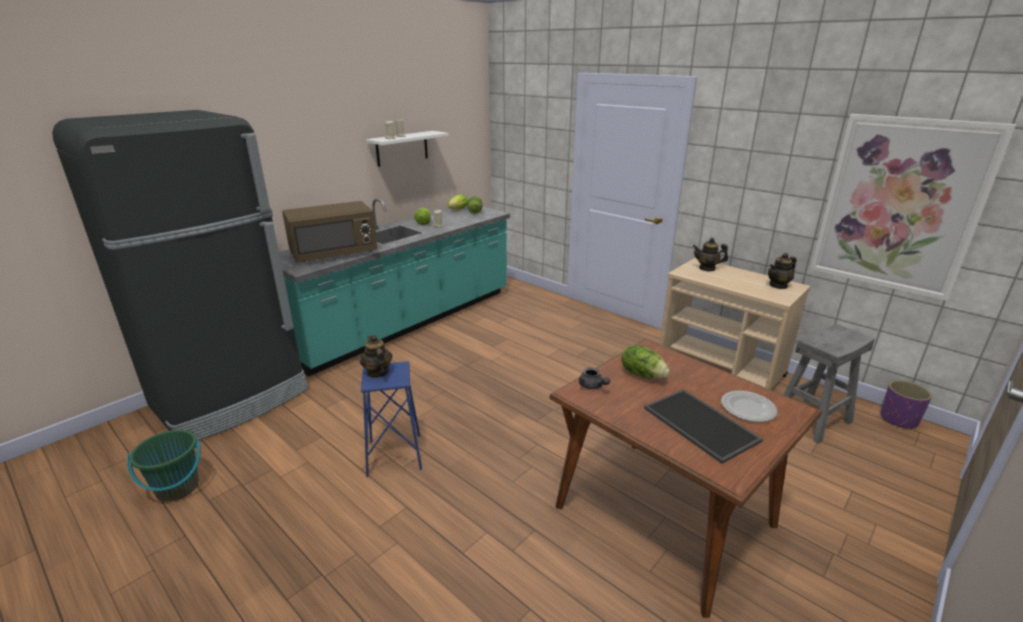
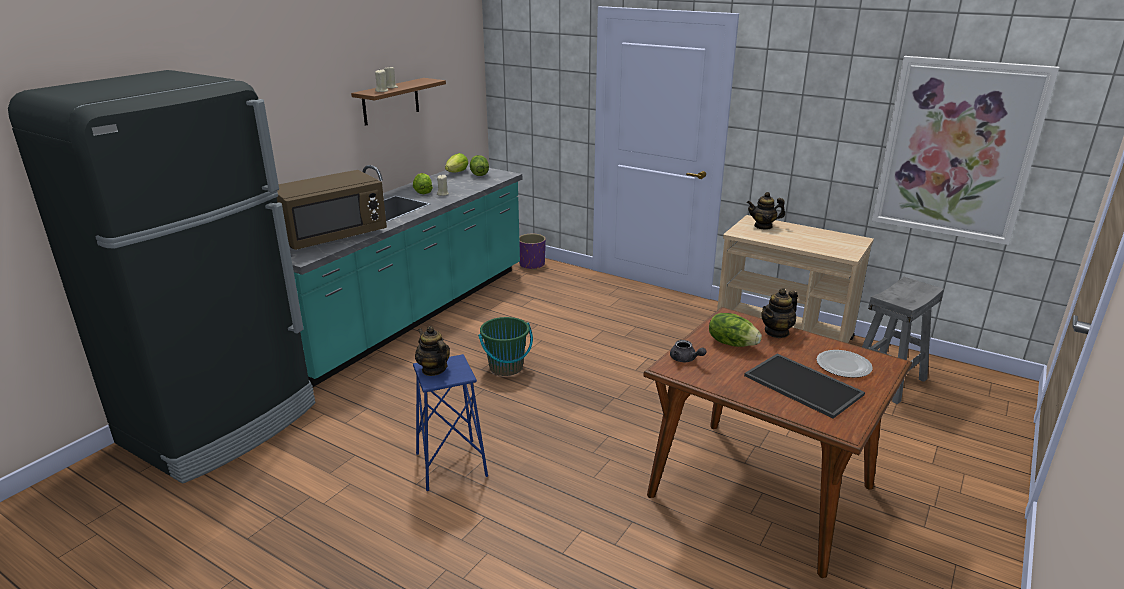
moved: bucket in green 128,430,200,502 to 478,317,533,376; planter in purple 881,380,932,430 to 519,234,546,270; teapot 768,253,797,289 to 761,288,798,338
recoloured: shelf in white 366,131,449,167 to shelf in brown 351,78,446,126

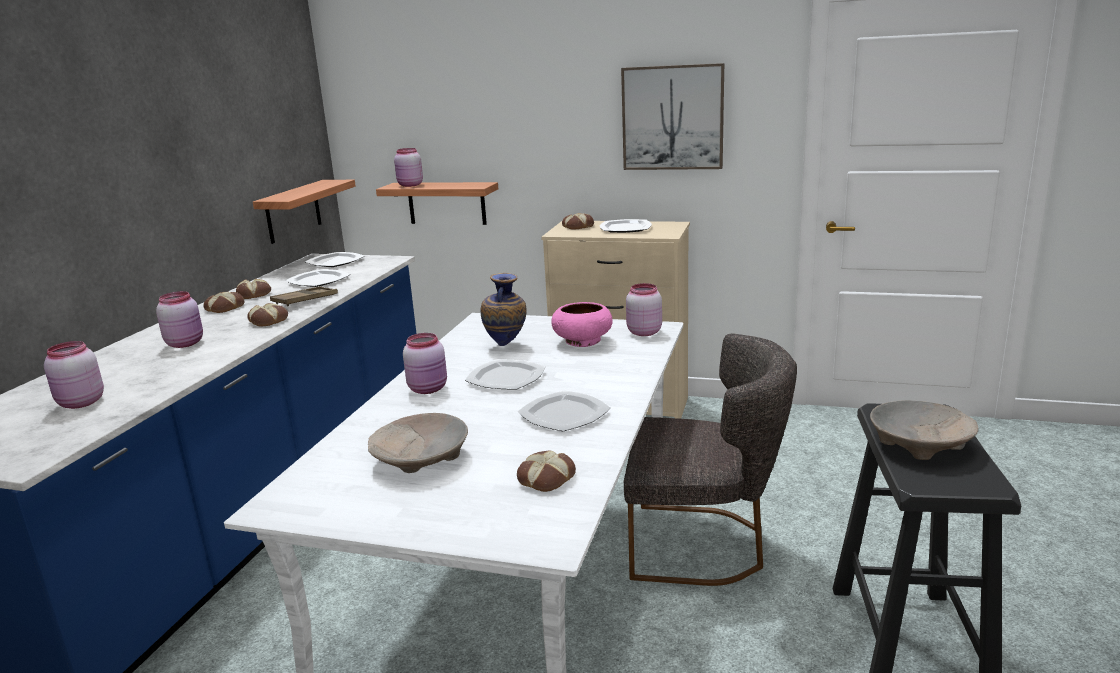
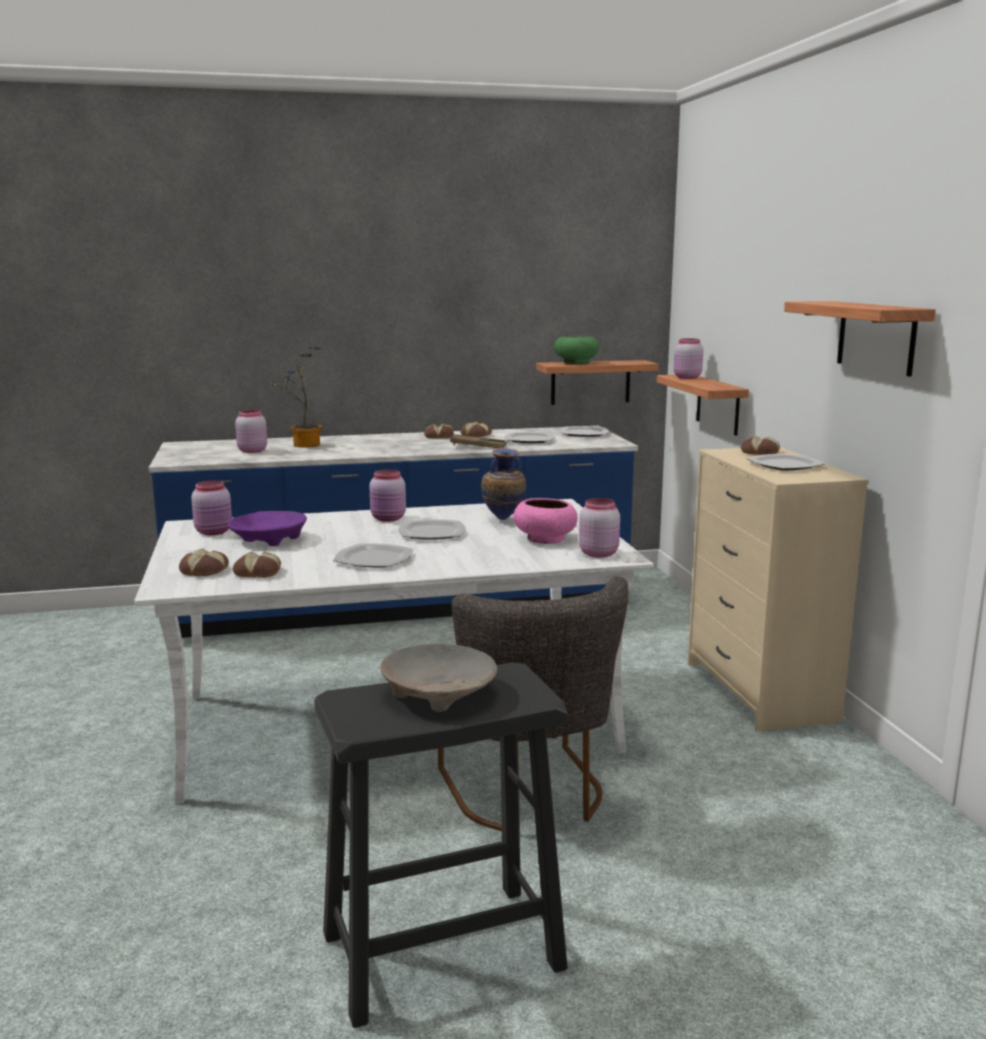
added: potted plant 269,347,322,448; bowl in green 554,337,599,365
moved: bread 247,303,288,326 to 179,548,229,576; jar in pink 156,291,203,348 to 191,481,232,535
replaced: picture 621,63,724,170 to shelf 784,301,936,377
recoloured: bowl in beige 368,413,468,473 to bowl in purple 228,511,307,546

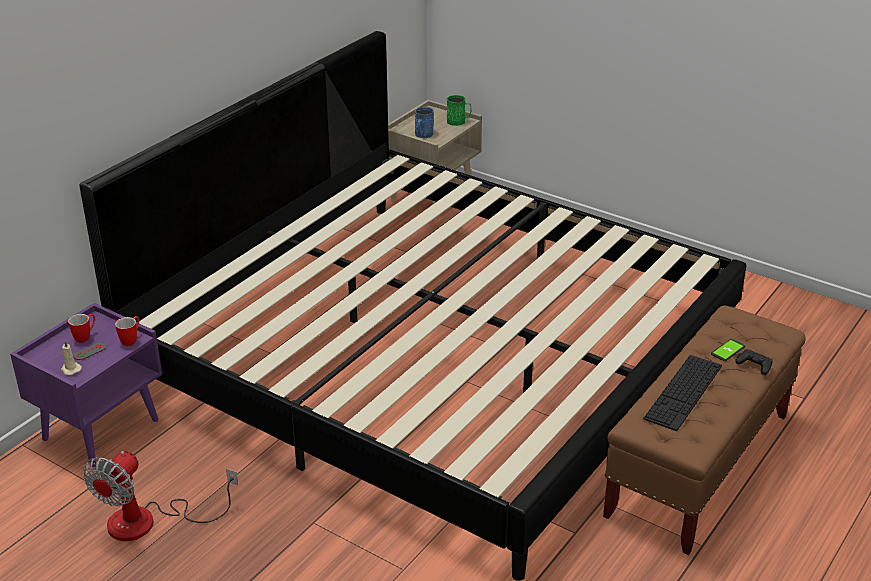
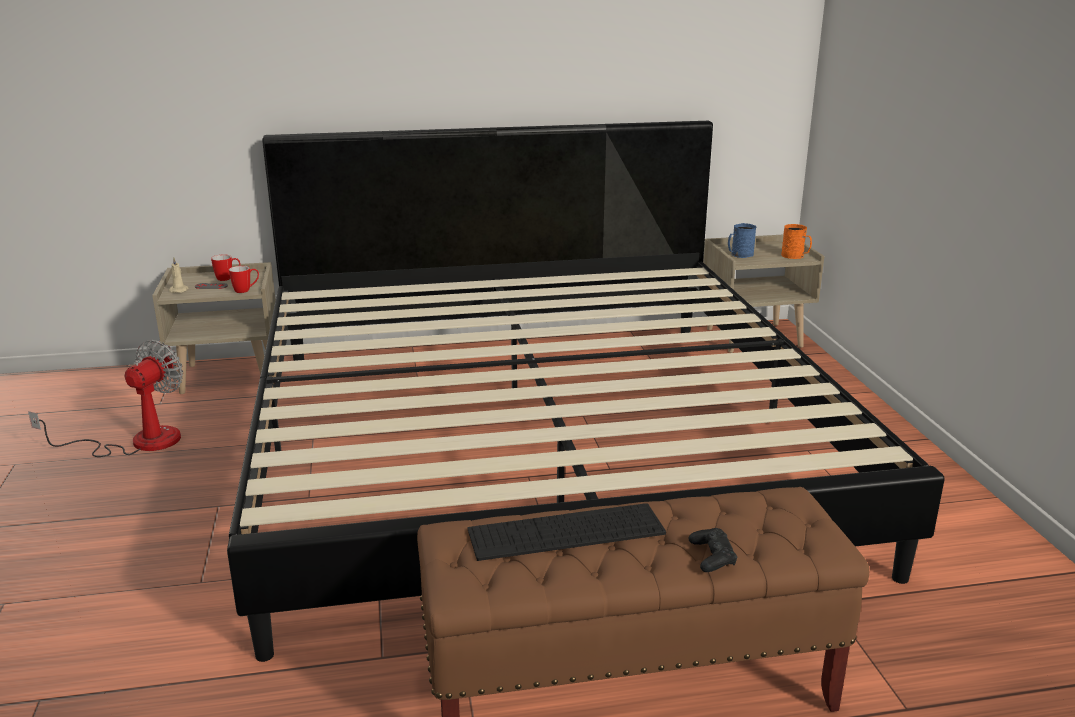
removed: phone 711,339,745,361
recoloured: nightstand in purple 10,303,162,467 to nightstand in beige 152,262,276,394; mug in green 446,95,471,126 to mug in orange 781,224,812,259
turned: fan 83,451,238,541 = 28,340,183,457 135 degrees clockwise

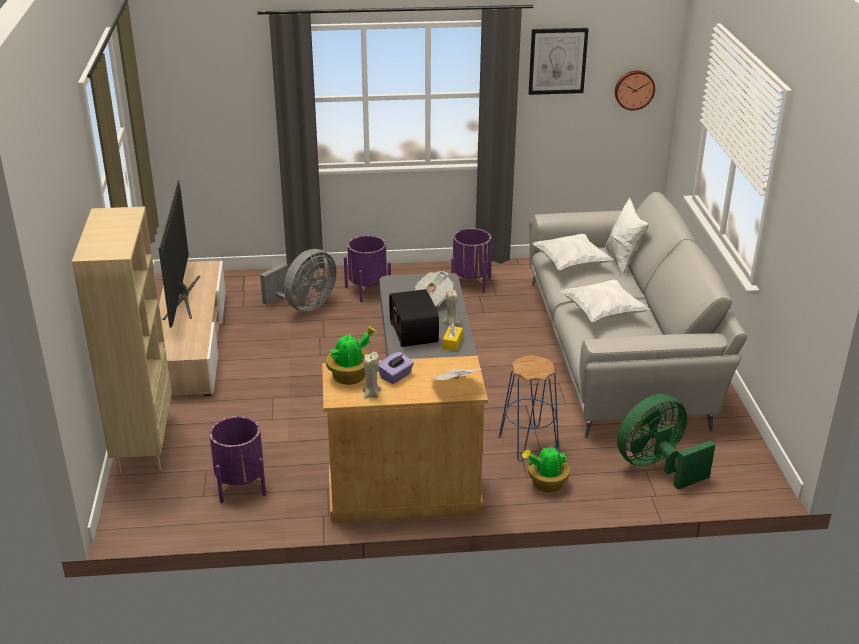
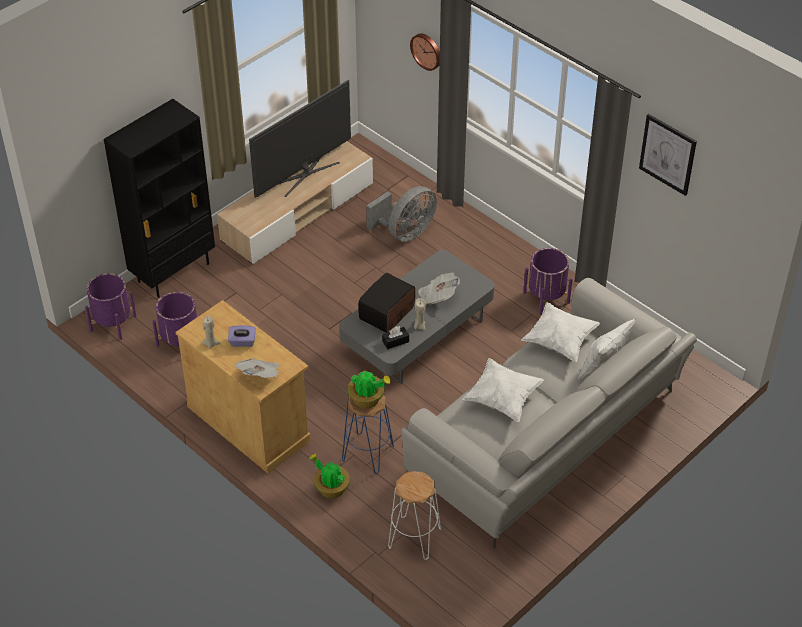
moved: planter in purple 344,235,391,302 to 85,273,136,340; potted plant 326,326,376,385 to 348,371,391,408; wall clock 615,70,655,111 to 410,33,440,71
replaced: fan in green 617,394,715,490 to stool in white 388,471,441,560
recoloured: bookcase in beige 72,207,172,473 to bookcase in black 104,99,215,298; tissue box in yellow 442,323,463,351 to tissue box in black 382,326,409,349
turned: fan in grey 260,249,337,312 = 366,186,437,242 45 degrees counterclockwise

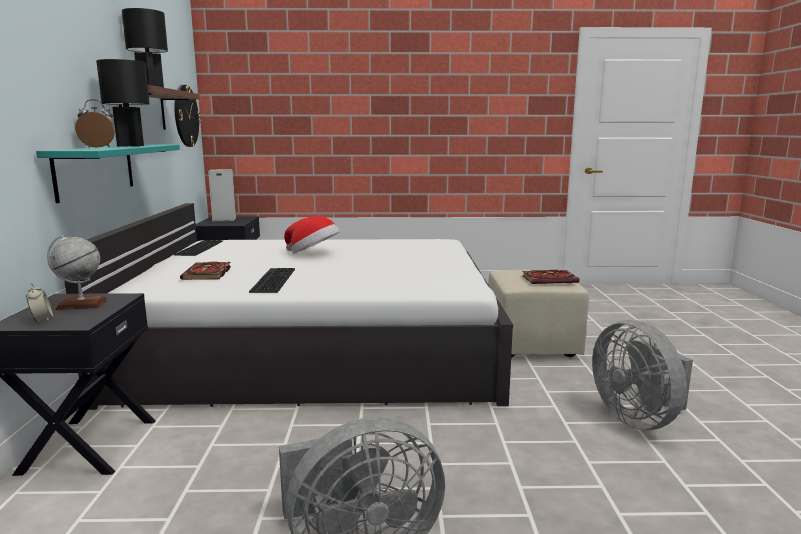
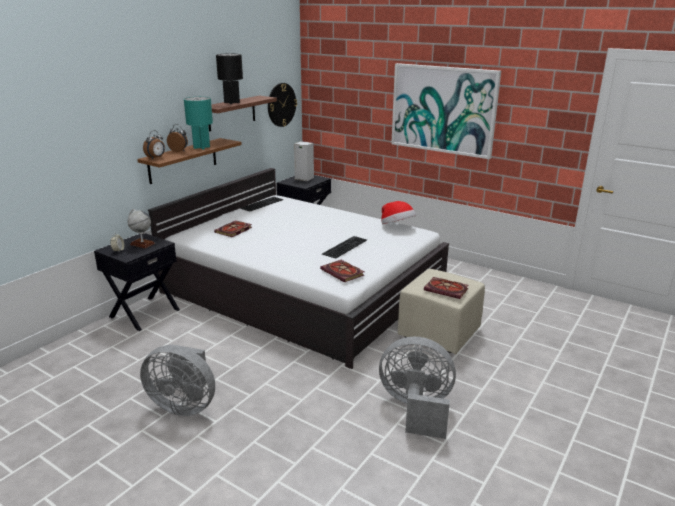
added: alarm clock 143,130,165,159; book 320,260,364,282; picture 391,63,501,159
moved: keyboard 249,268,295,293 to 322,236,367,259; hat 284,216,340,253 to 381,201,416,224
recoloured: shelf in turquoise 36,145,180,203 to shelf in brown 137,138,242,184; table lamp in black 96,59,150,147 to table lamp in turquoise 184,97,213,150
turned: fan in grey 592,320,693,430 = 379,337,456,439 90 degrees clockwise

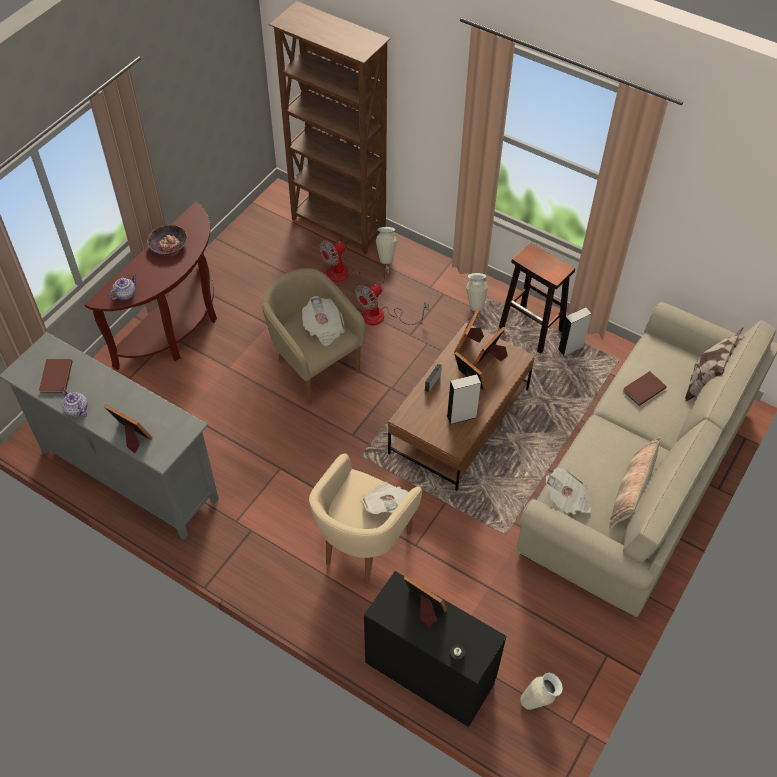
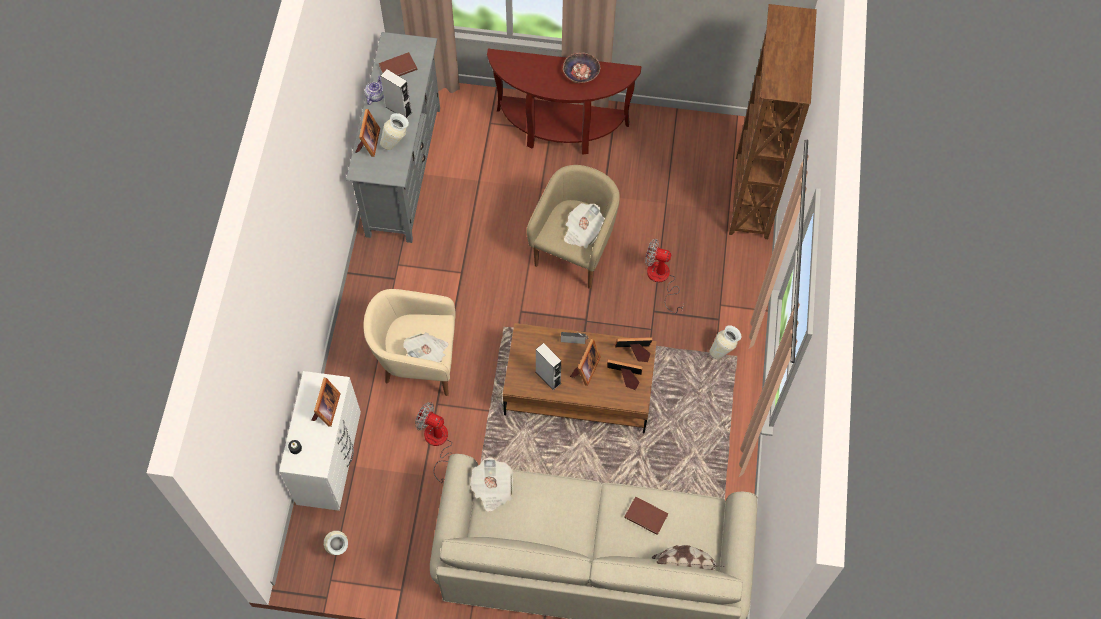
removed: teapot 109,274,137,300; stool in brown 499,242,575,354; pillow 609,437,660,529
moved: vase 376,227,397,264 to 380,113,409,150; speaker in grey 558,307,592,356 to 381,69,412,118; fan 319,240,390,286 to 415,402,452,483
recoloured: dresser in black 364,571,507,727 to dresser in white 279,371,361,511

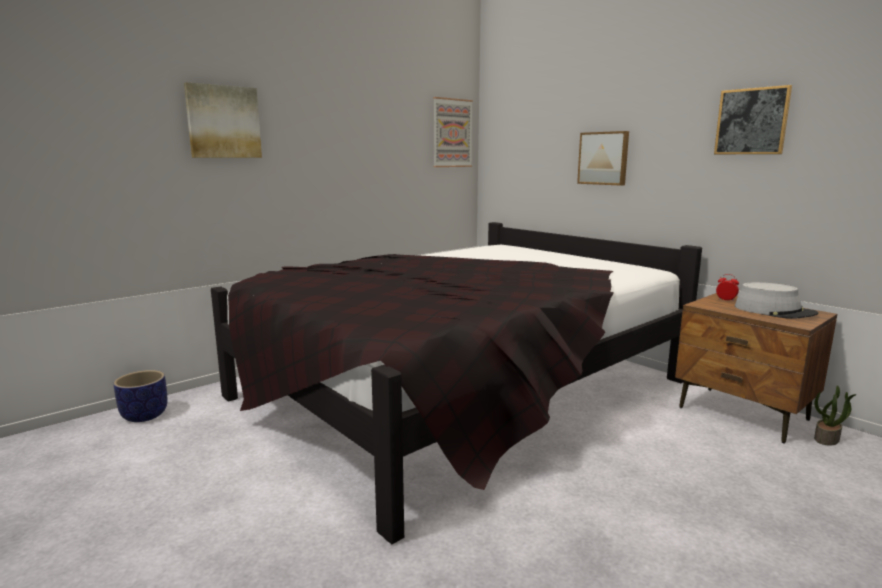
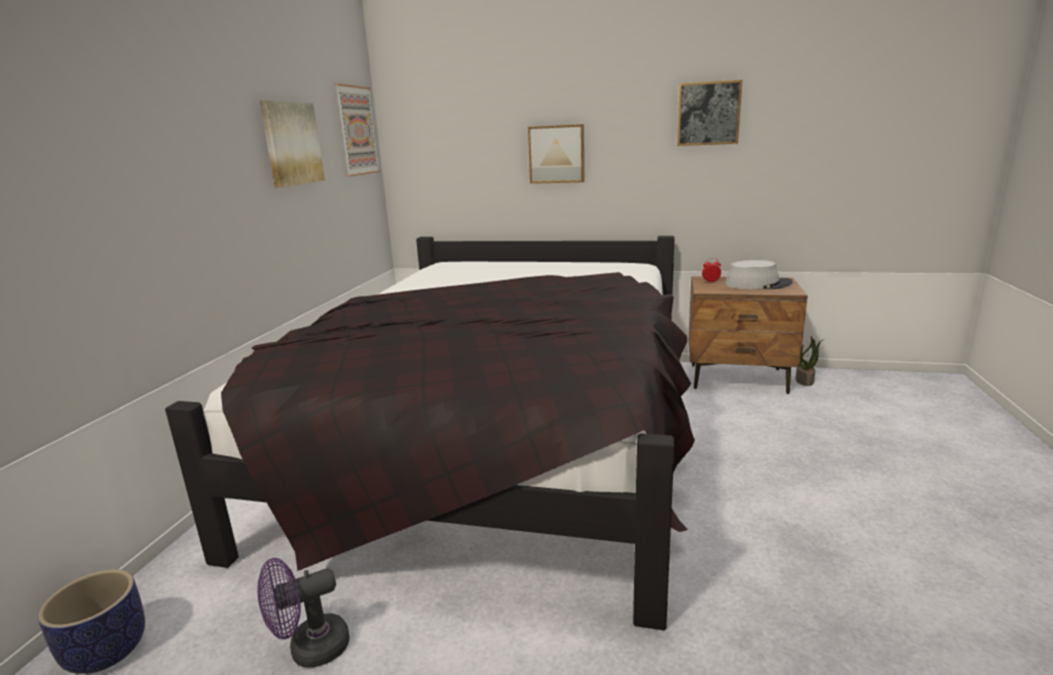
added: fan in purple 258,558,350,667
moved: picture 184,82,262,158 to 260,100,325,187

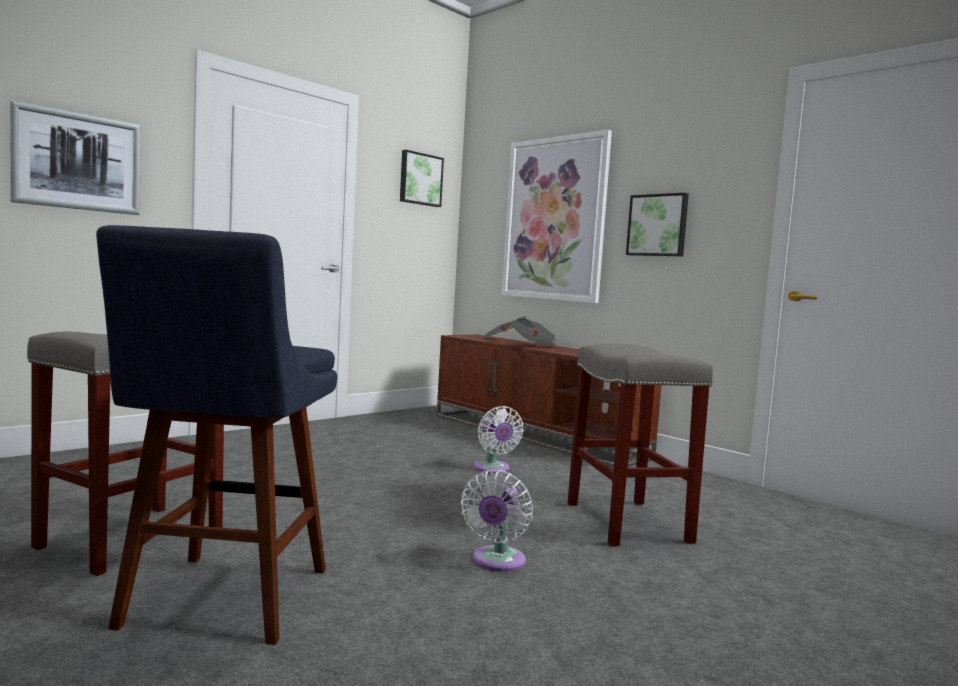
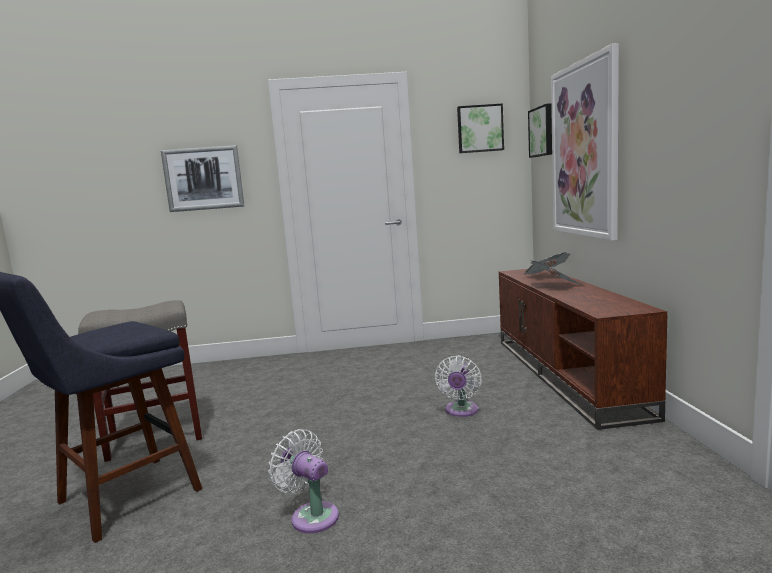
removed: stool in grey 567,343,713,546
moved: picture 626,193,689,256 to 528,103,552,158
turned: fan in white 461,470,533,572 = 269,429,339,533 75 degrees clockwise

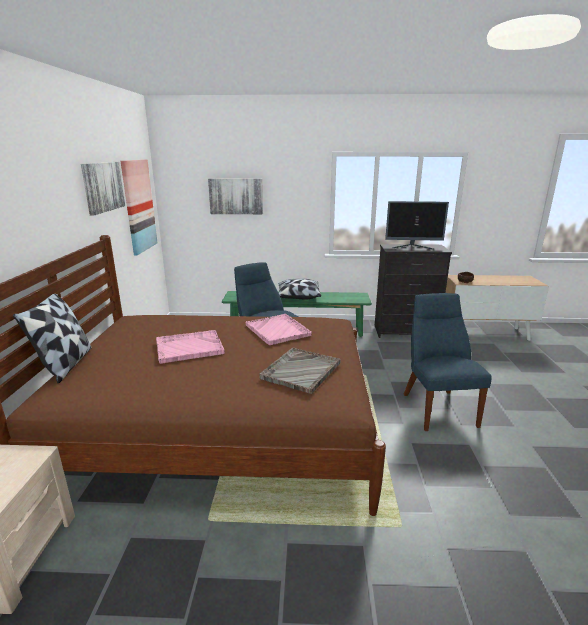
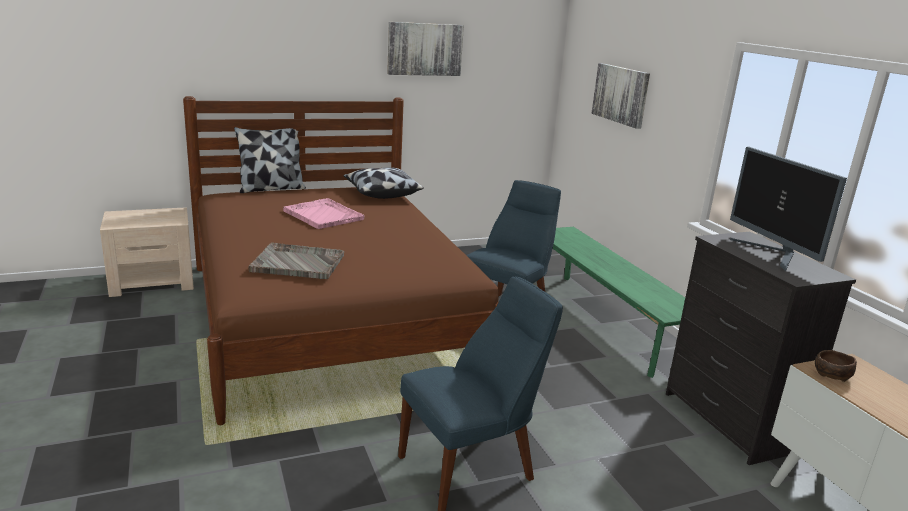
removed: picture 121,159,157,256; tray in pink 245,314,312,345
moved: pillow 278,279,321,300 to 343,167,424,199

